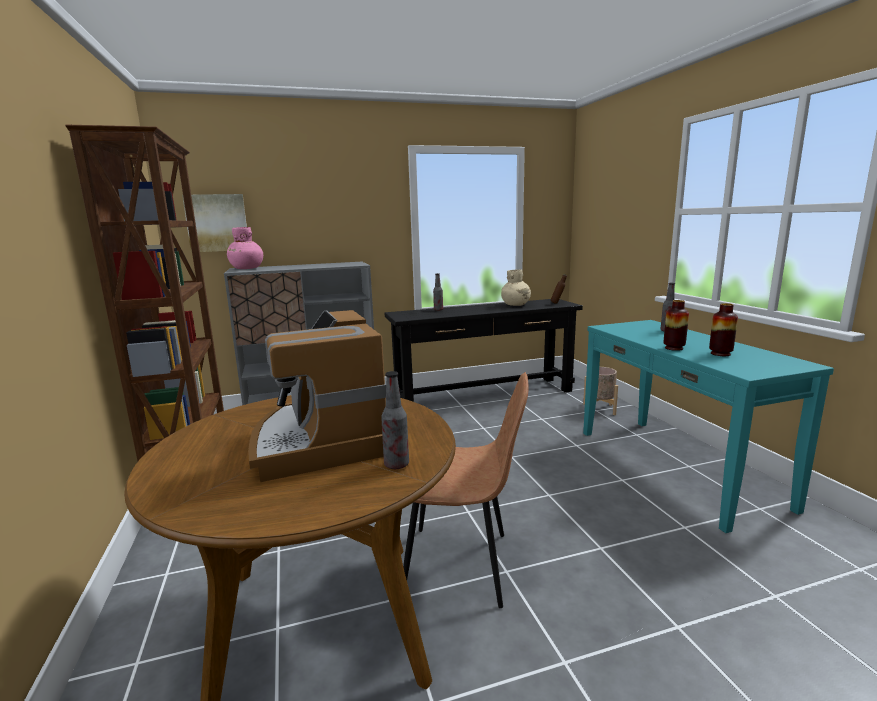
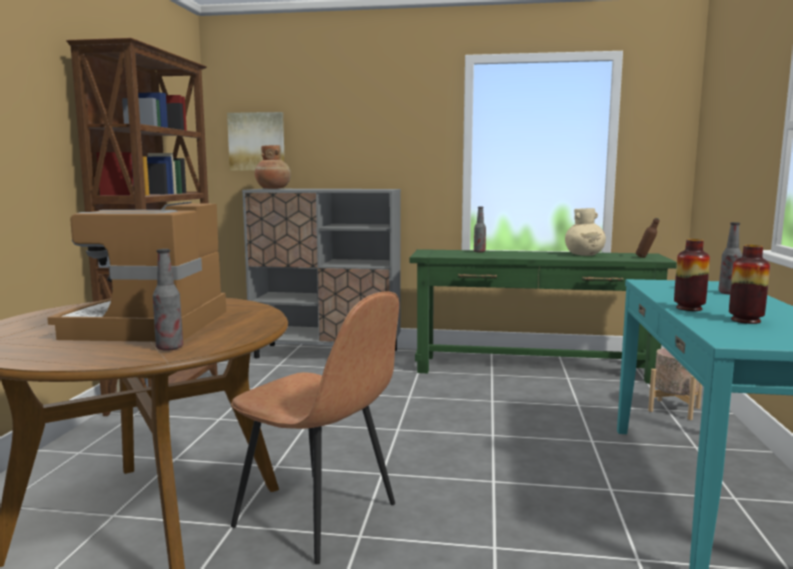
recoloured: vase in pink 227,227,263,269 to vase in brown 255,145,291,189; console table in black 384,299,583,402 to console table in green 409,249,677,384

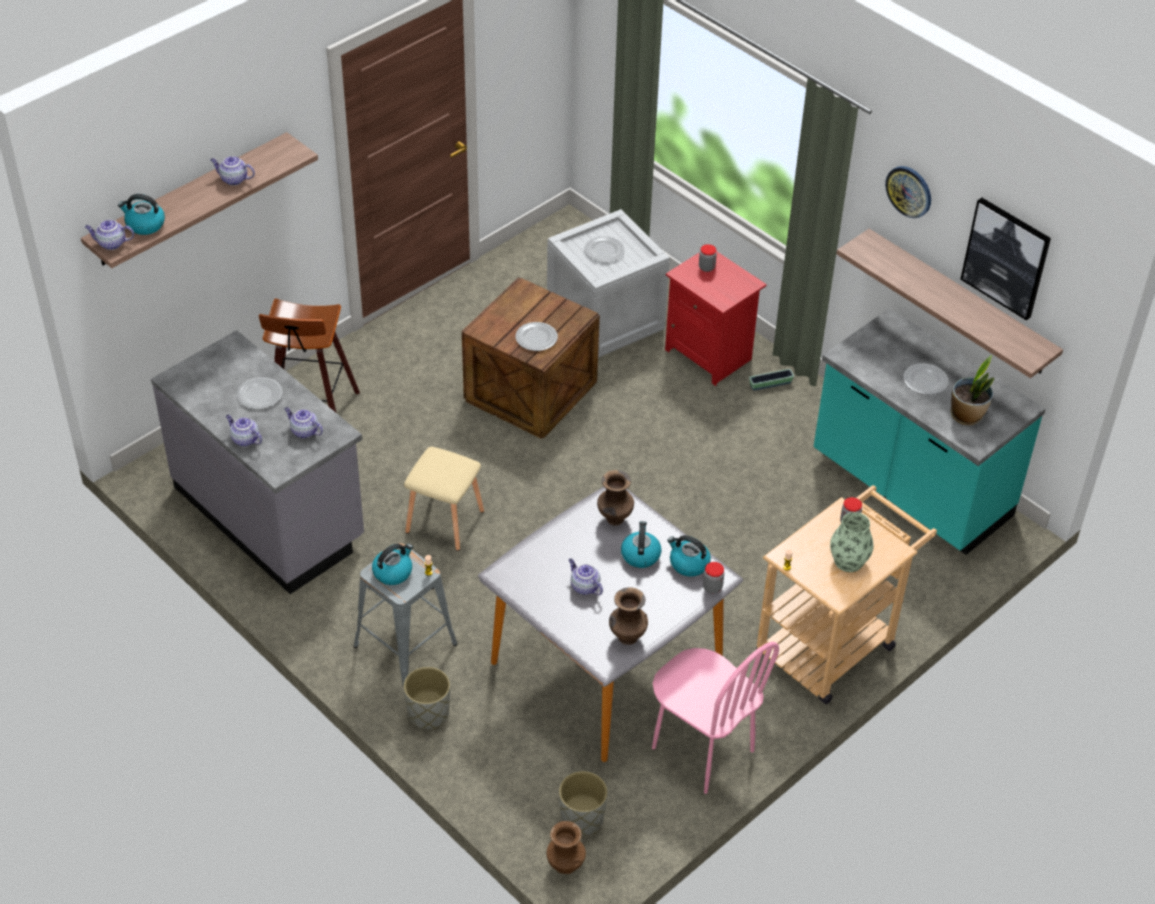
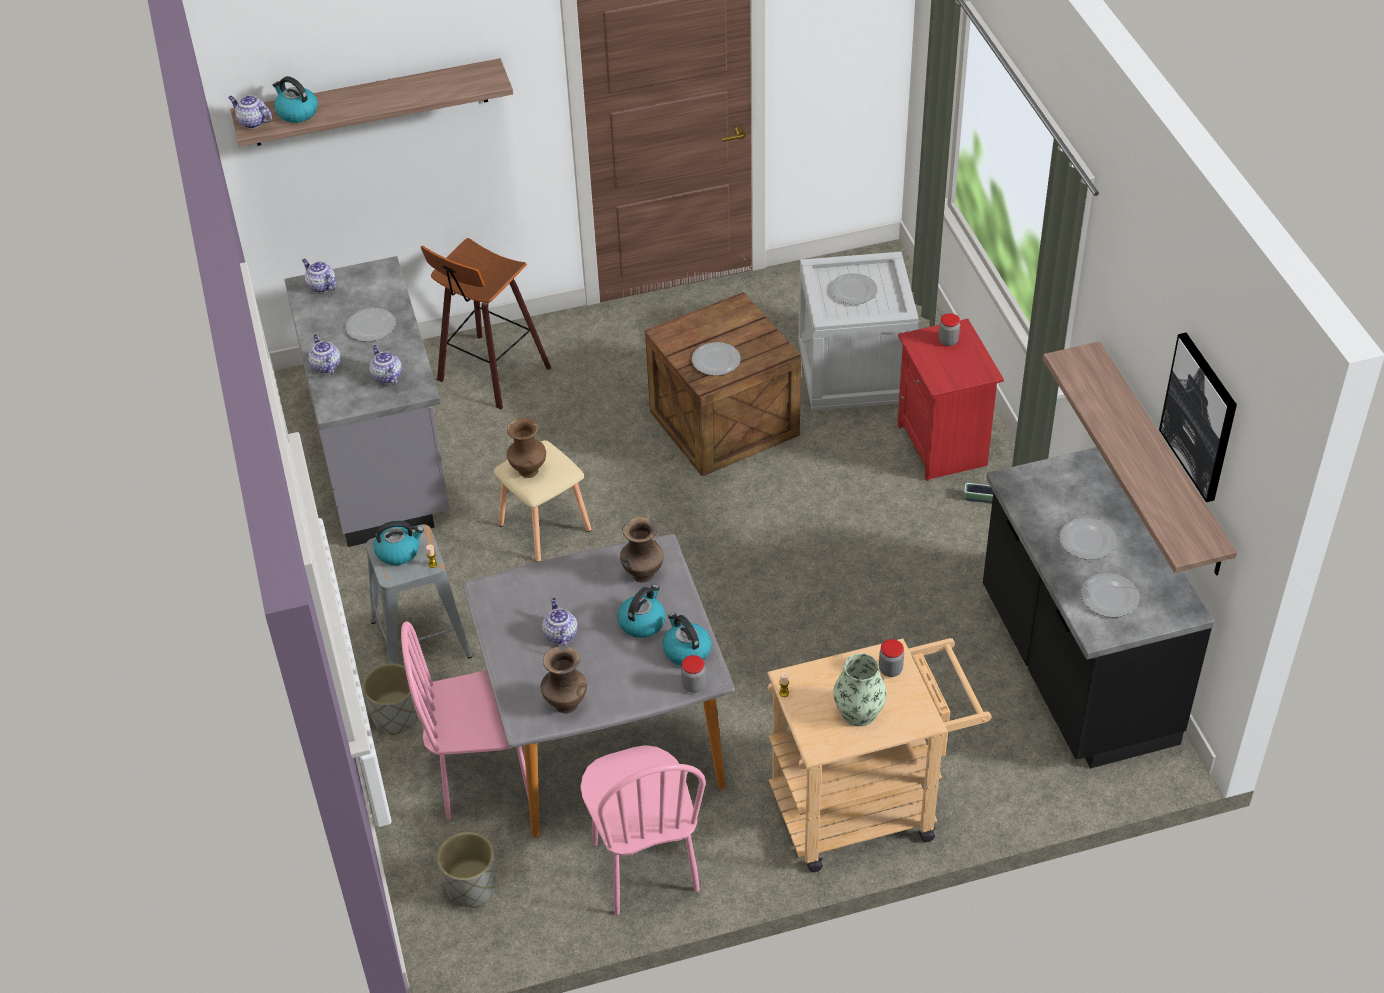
removed: wall clock 885,166,931,218
added: chair in pink 401,621,528,819
moved: teapot 210,156,255,185 to 302,259,337,293; vase in brown 547,821,586,874 to 507,418,546,478
replaced: potted plant 951,355,995,425 to plate 1081,573,1140,617
recoloured: counter in turquoise 814,308,1046,555 to counter in black 983,447,1214,769

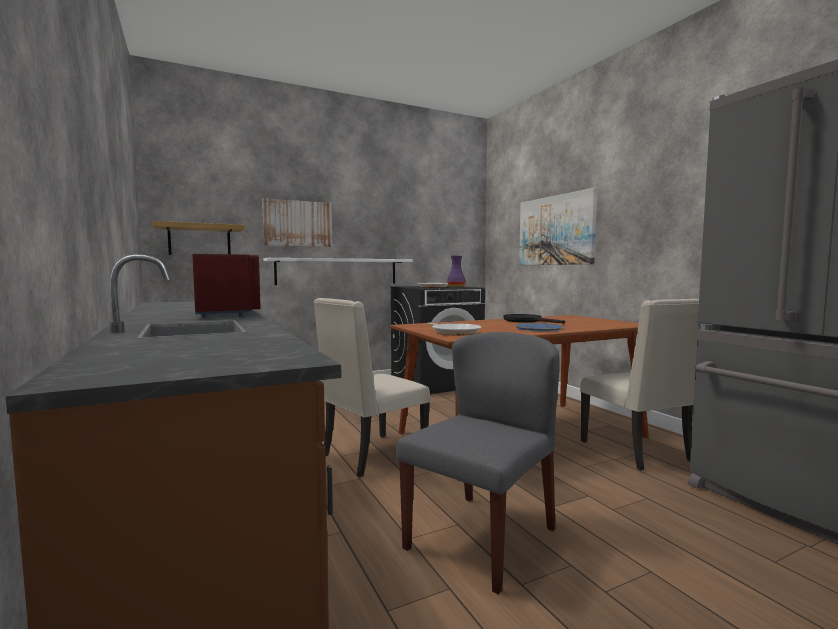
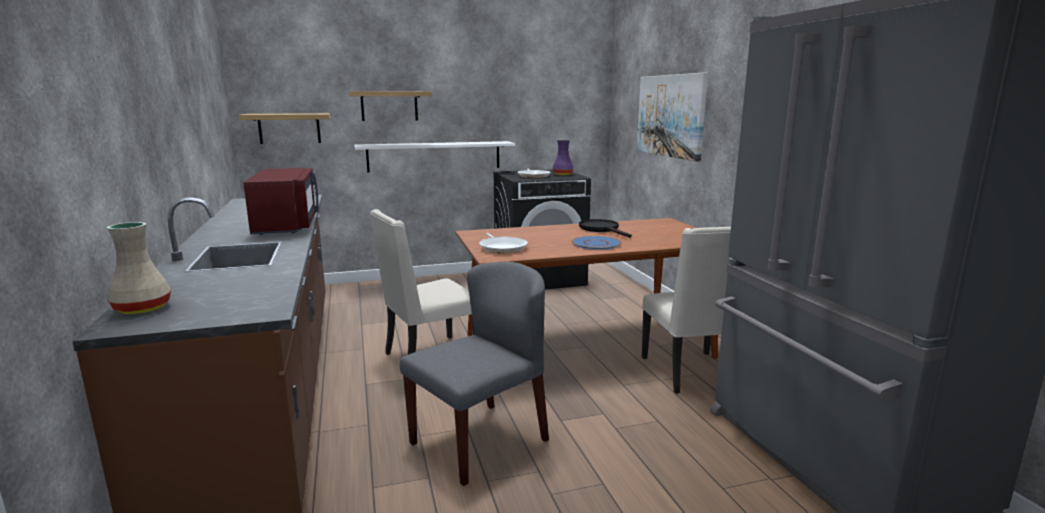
added: vase in beige 107,222,171,314
replaced: picture 262,198,332,247 to shelf 349,91,432,121

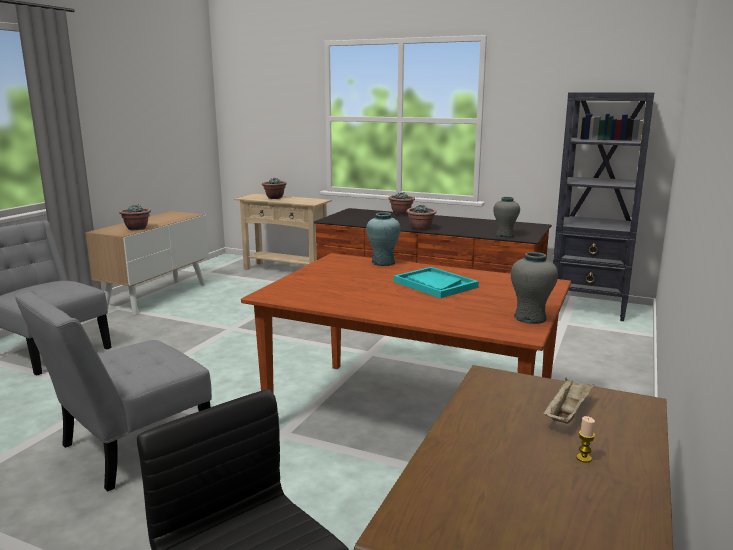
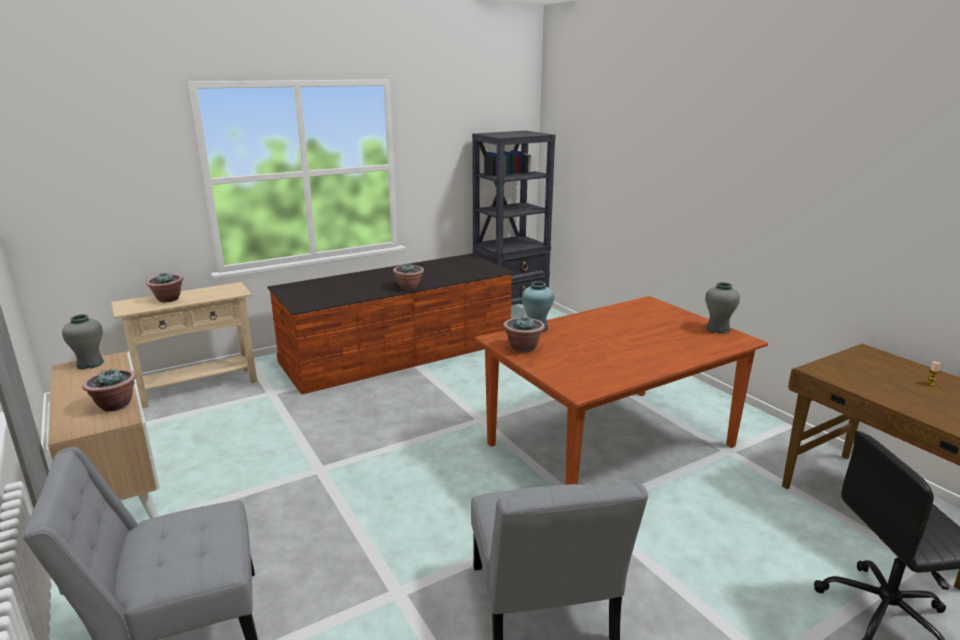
removed: tray in turquoise 394,267,479,298; tray in beige 543,378,595,424
moved: vase in grey 493,197,520,238 to 62,314,104,370; potted plant 388,192,415,215 to 503,315,545,353

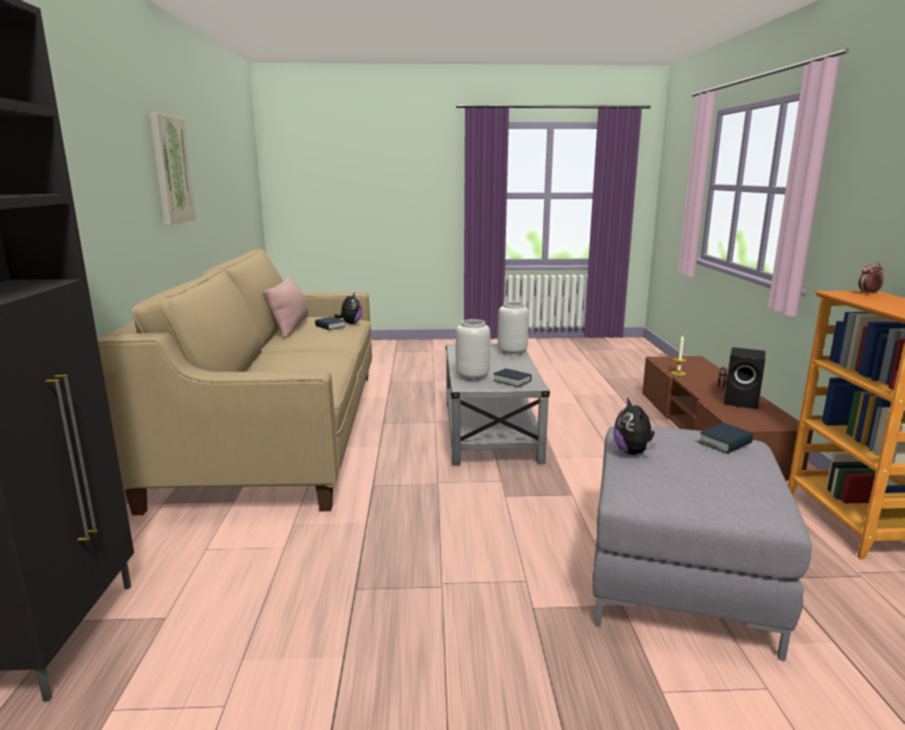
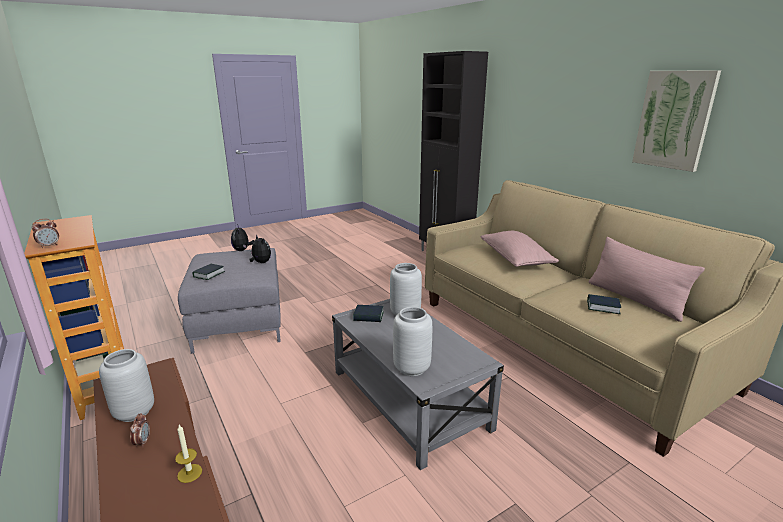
added: pillow in pink 480,231,559,267
moved: plush toy 334,293,362,324 to 231,224,254,251
replaced: speaker in black 724,347,765,409 to vase in grey 99,349,154,422

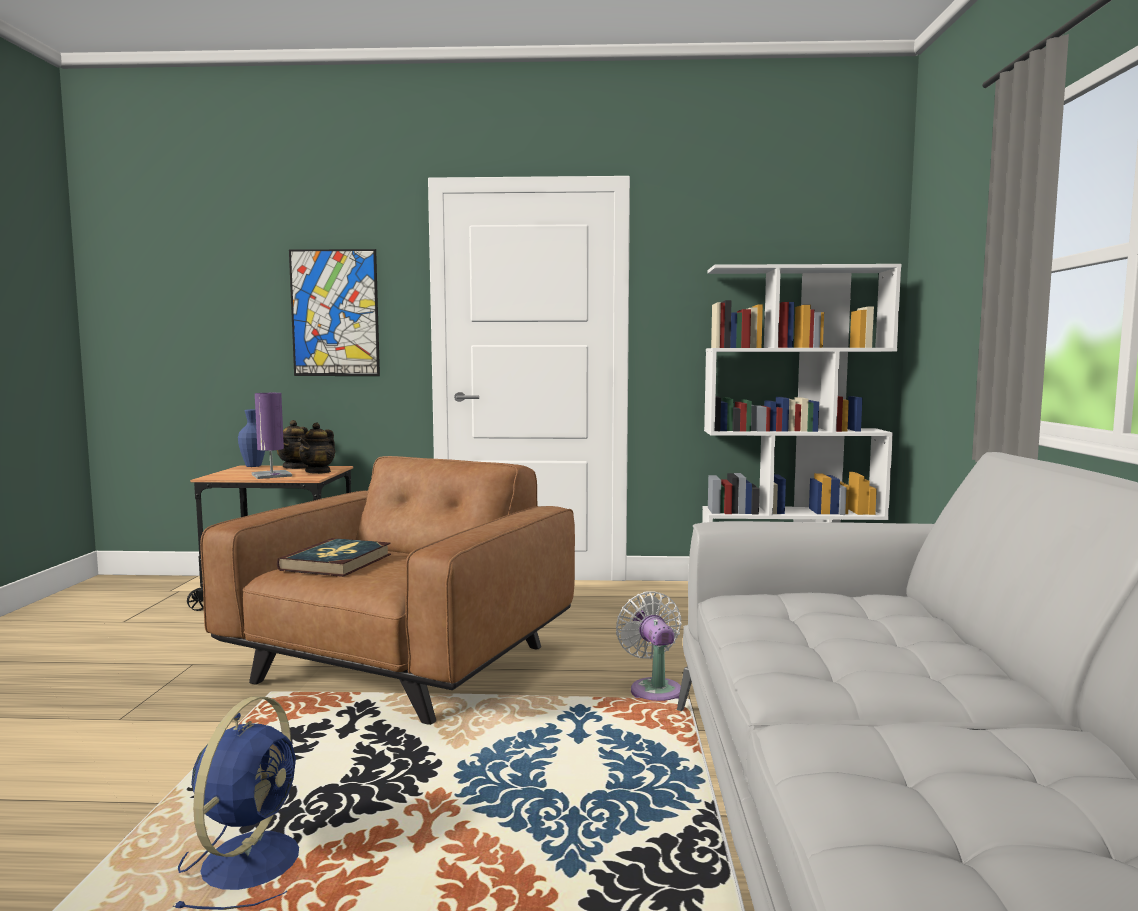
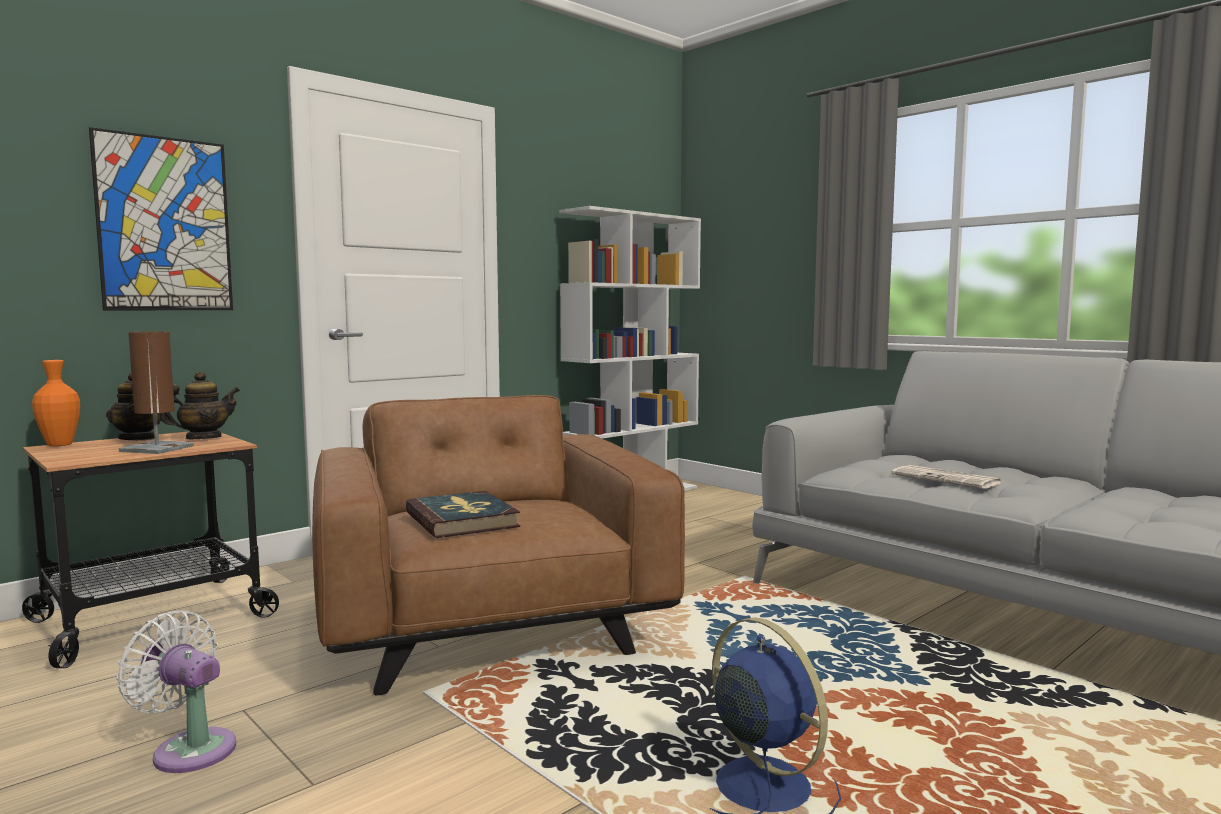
added: newspaper 891,465,1001,489
moved: fan in white 616,591,682,701 to 117,610,236,773
recoloured: vase in blue 238,409,265,467 to vase in orange 32,360,80,446; table lamp in purple 252,393,292,479 to table lamp in brown 119,332,194,454
turned: teapot 298,422,335,474 = 160,371,240,439 105 degrees counterclockwise

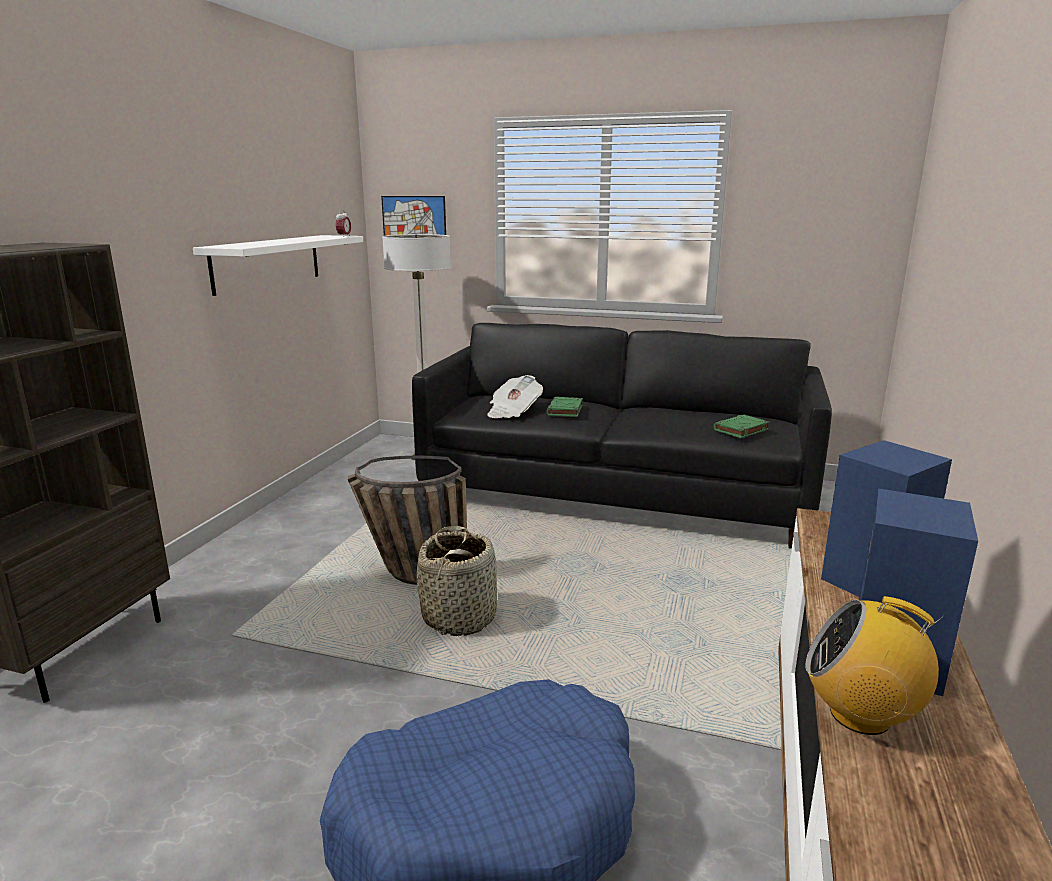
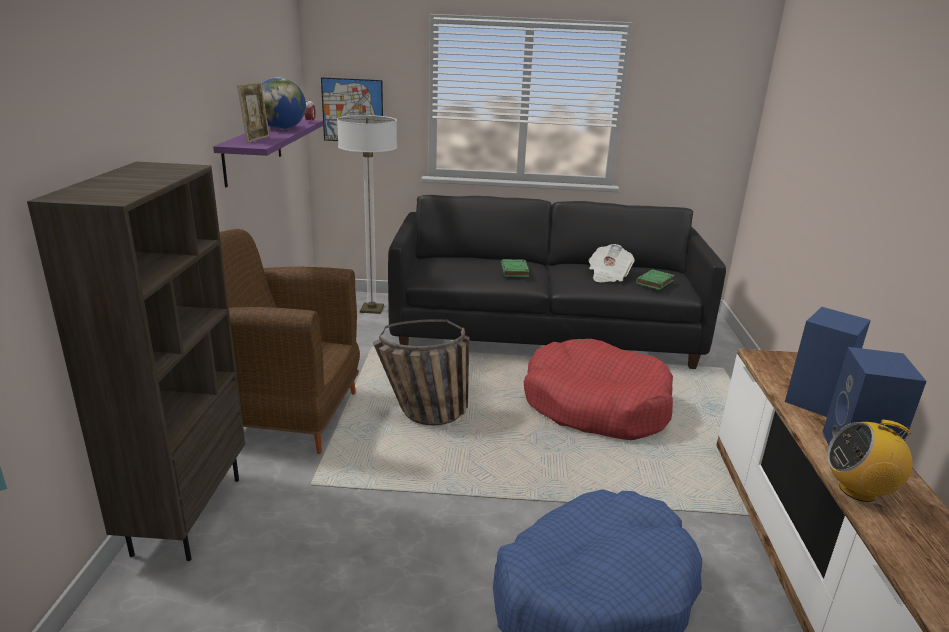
removed: basket 417,526,497,636
added: armchair in brown 220,229,360,454; picture frame 237,82,270,143; globe 262,77,306,130; dog bed in red 524,339,673,440
moved: newspaper 487,375,543,418 to 589,244,635,282
recoloured: shelf in white 193,235,363,296 to shelf in purple 213,119,324,188

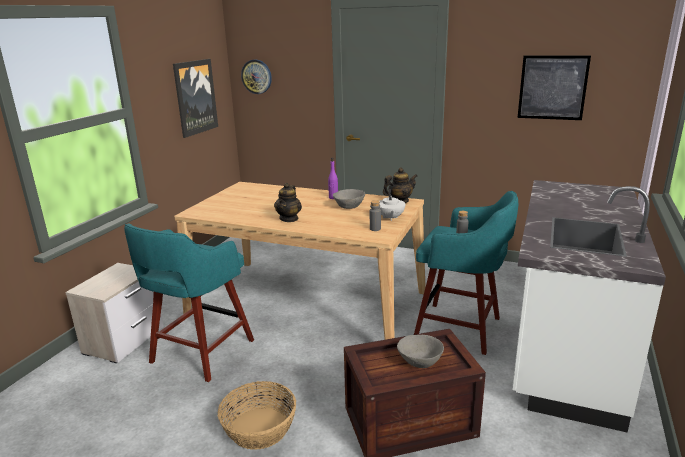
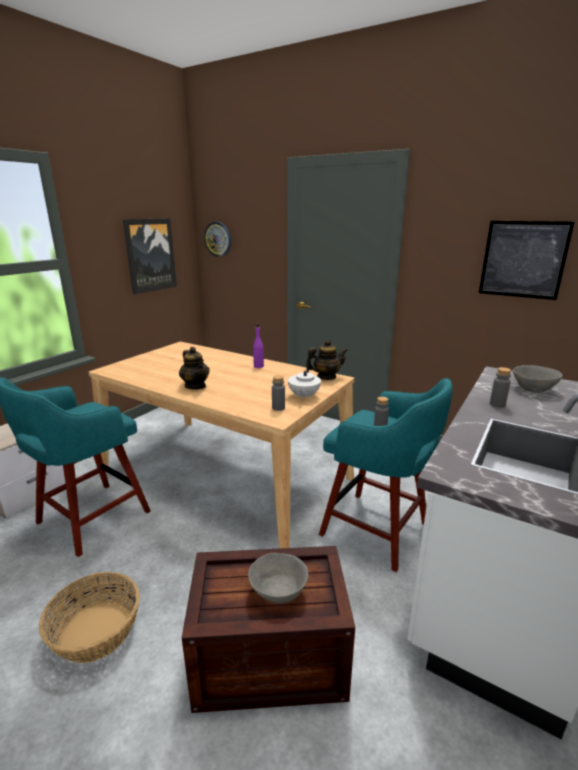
added: bottle in grey 490,367,511,408
moved: bowl in grey 333,189,365,209 to 513,365,563,393
turned: teapot 274,183,302,222 = 179,347,209,389 60 degrees counterclockwise

